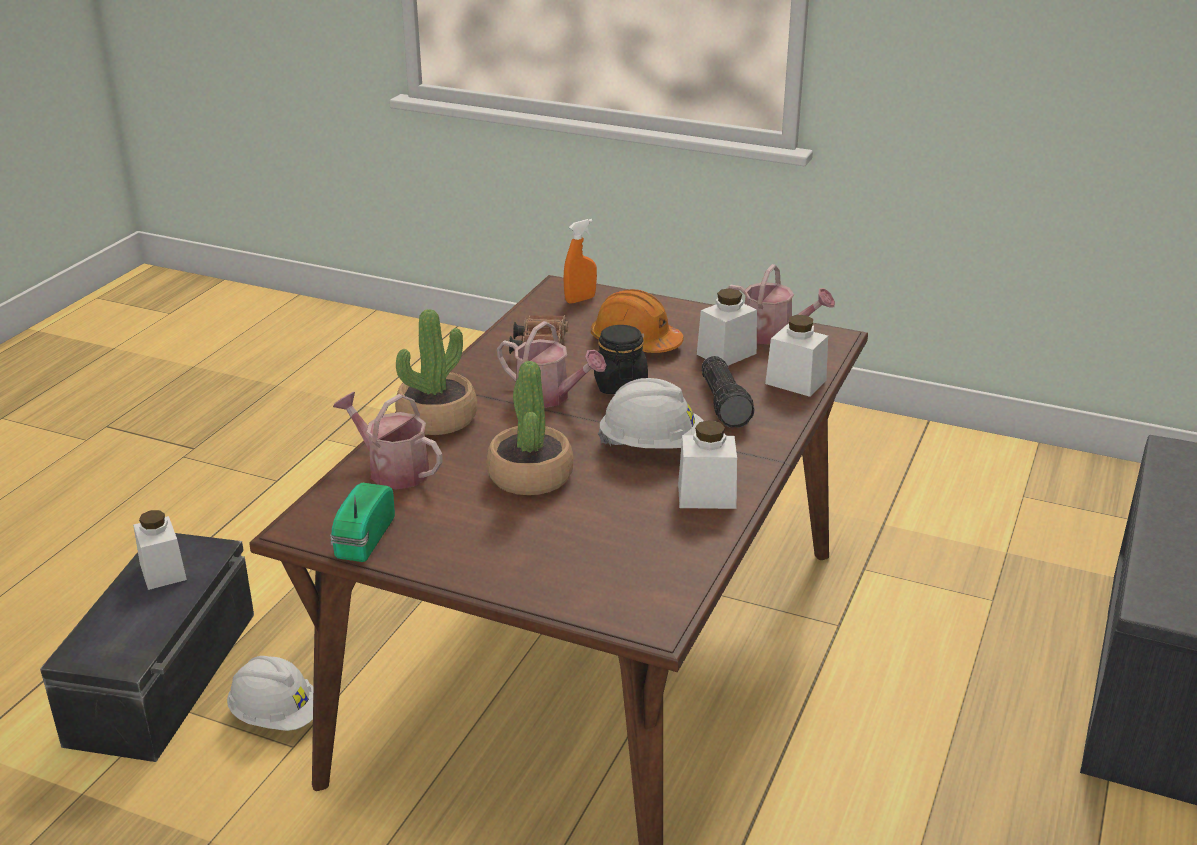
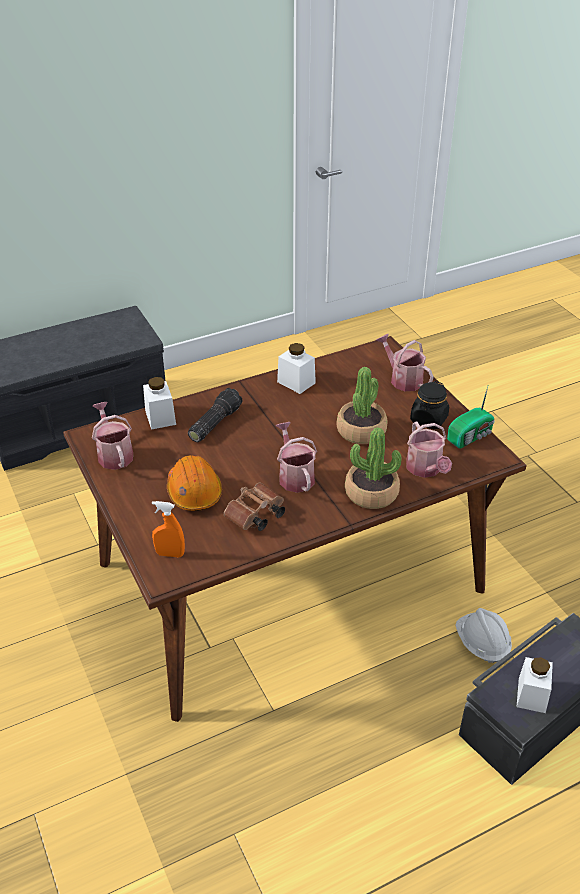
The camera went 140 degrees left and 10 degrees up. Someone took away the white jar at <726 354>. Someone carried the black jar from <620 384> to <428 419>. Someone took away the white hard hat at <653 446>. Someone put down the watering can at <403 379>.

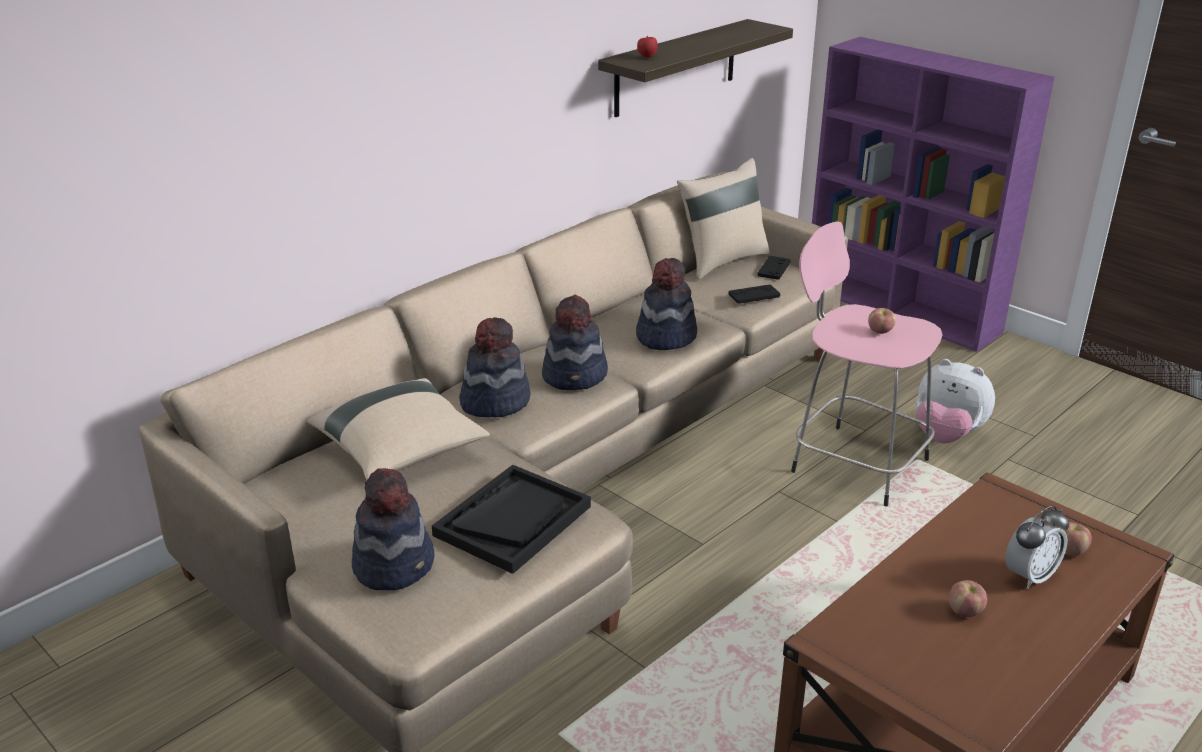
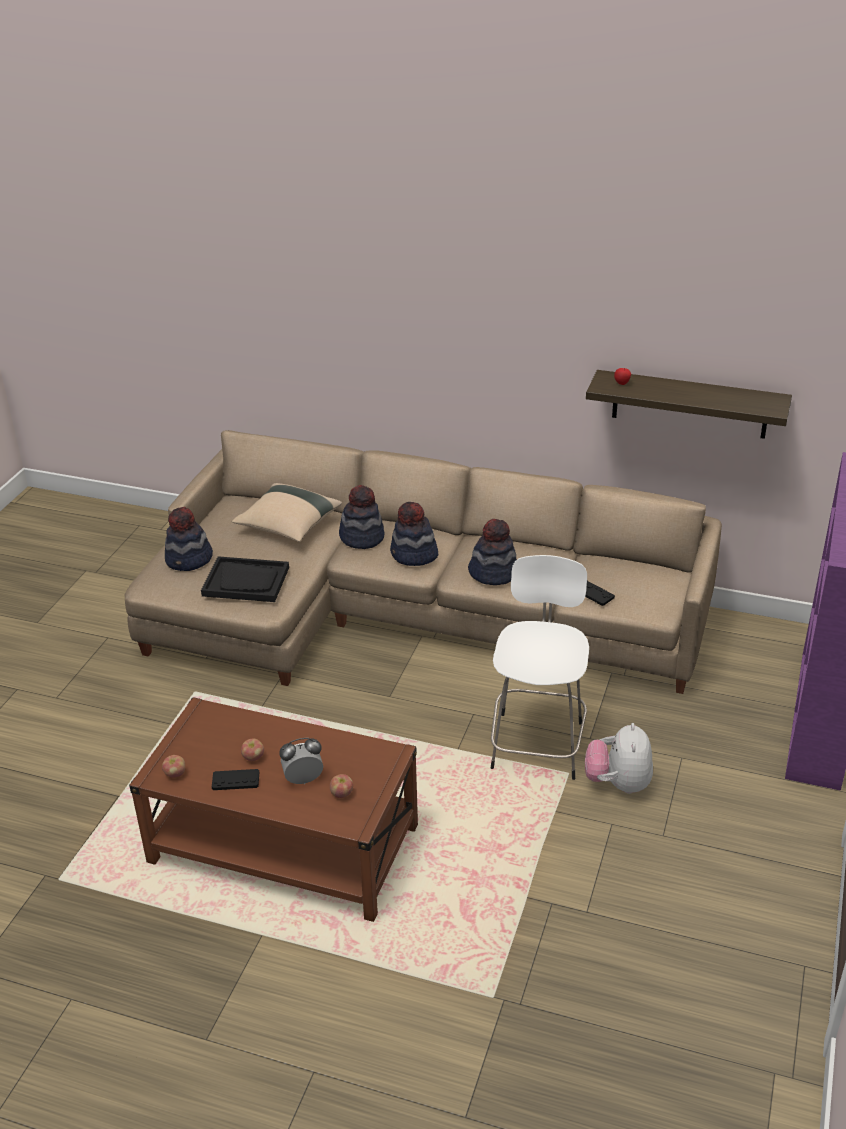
The camera went 65 degrees right and 5 degrees up. Someone took away the beige pillow at <721 260>. Someone repainted the pink stool at <855 463>, which became the white stool at <537 742>. Someone carried the black game controller from <774 269> to <235 780>. Someone carried the apple from <880 331> to <175 774>. Someone rotated the alarm clock at <1030 576> by 135 degrees clockwise.

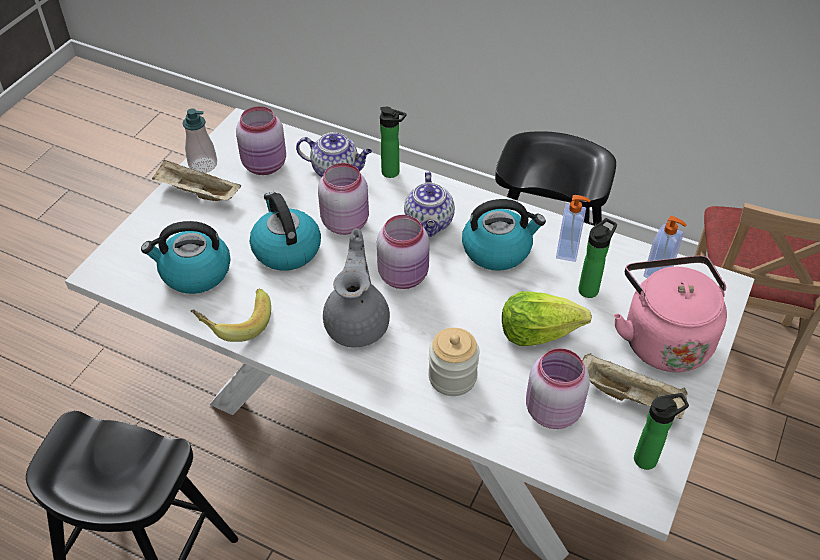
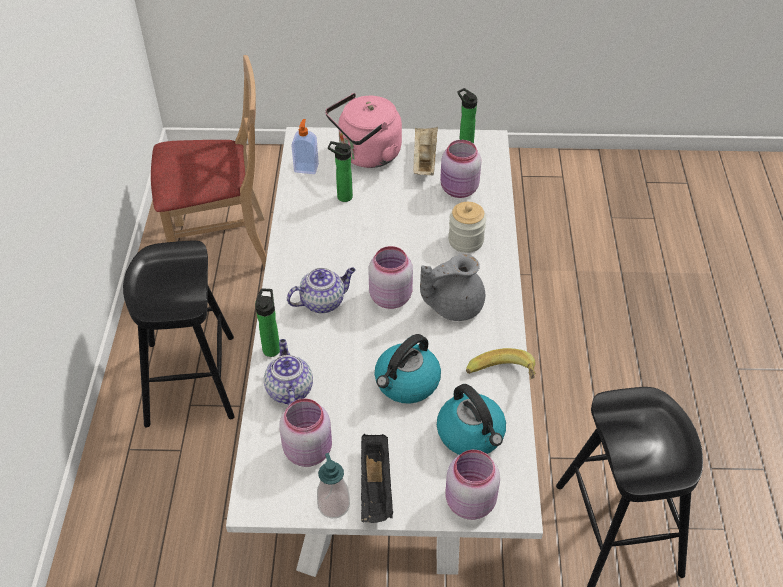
The camera went 115 degrees left and 0 degrees up. Someone repainted the beige tray at <197 193>, which became the black tray at <376 487>. Someone carried the pink jar from <346 222> to <468 502>. Someone took away the soap dispenser at <568 251>. Someone took away the kettle at <497 249>. Someone took away the lettuce at <538 331>.

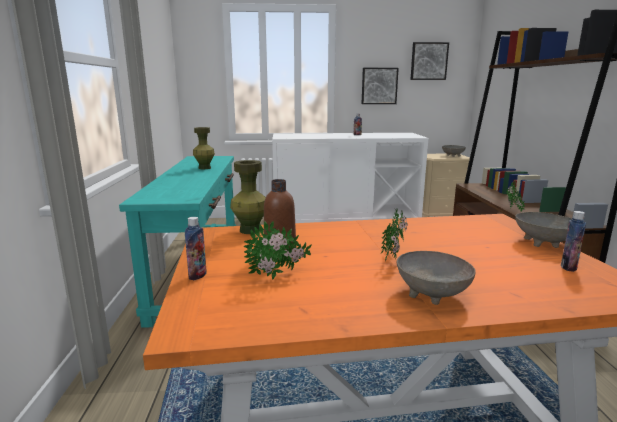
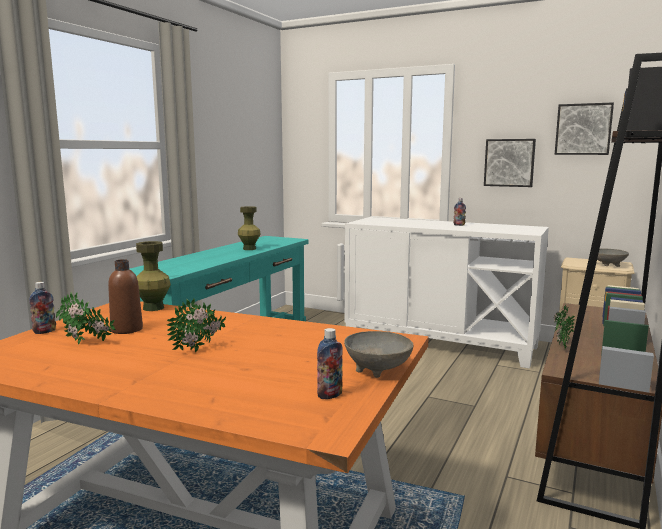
The camera went 30 degrees right and 5 degrees down. Someone took away the grey bowl at <432 295>.

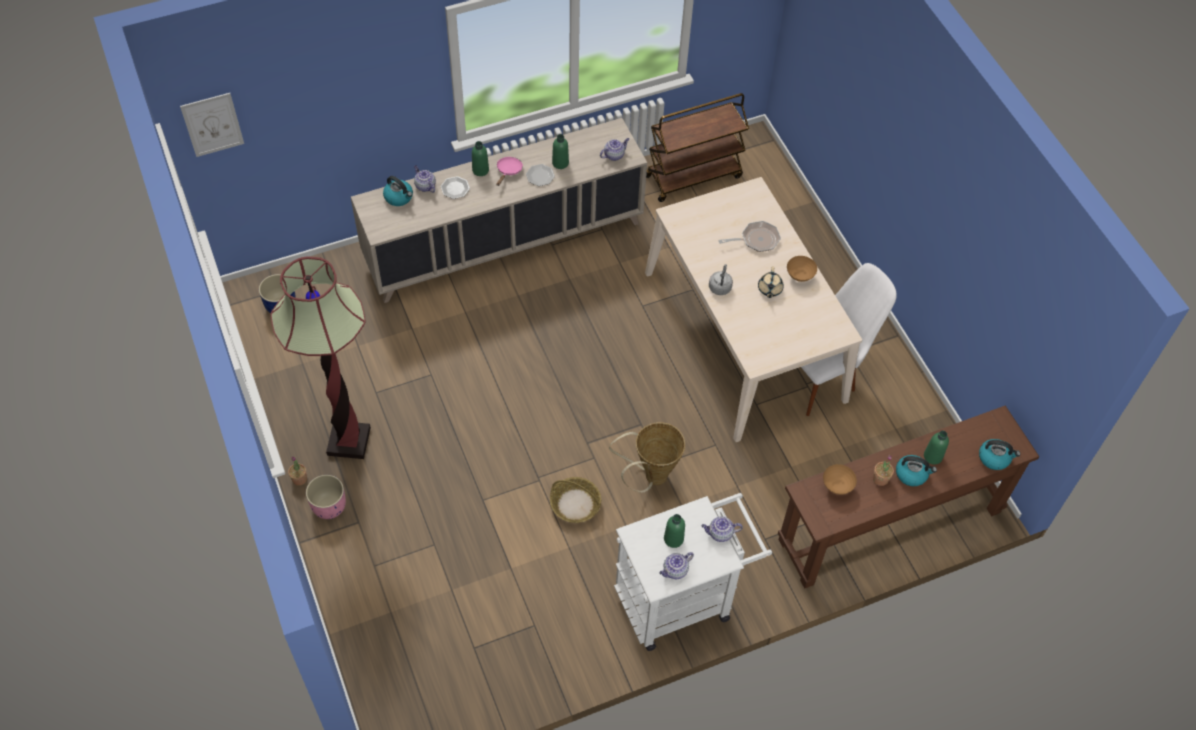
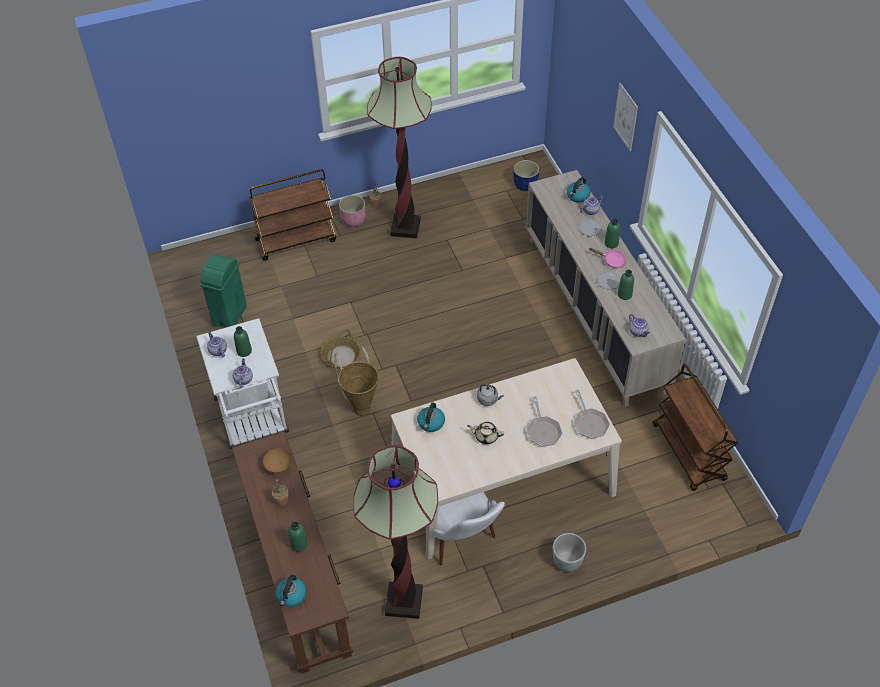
The camera went 95 degrees right and 5 degrees down. Someone carried the picture from <212 124> to <625 117>. Someone took away the brown bowl at <800 276>. Someone carried the kettle from <911 474> to <431 423>. Someone put down the brown cart at <296 240>. Someone put down the green trash can at <229 316>. Someone put down the frying pan at <589 423>. Someone put down the floor lamp at <404 601>. Someone put down the grey planter at <567 561>.

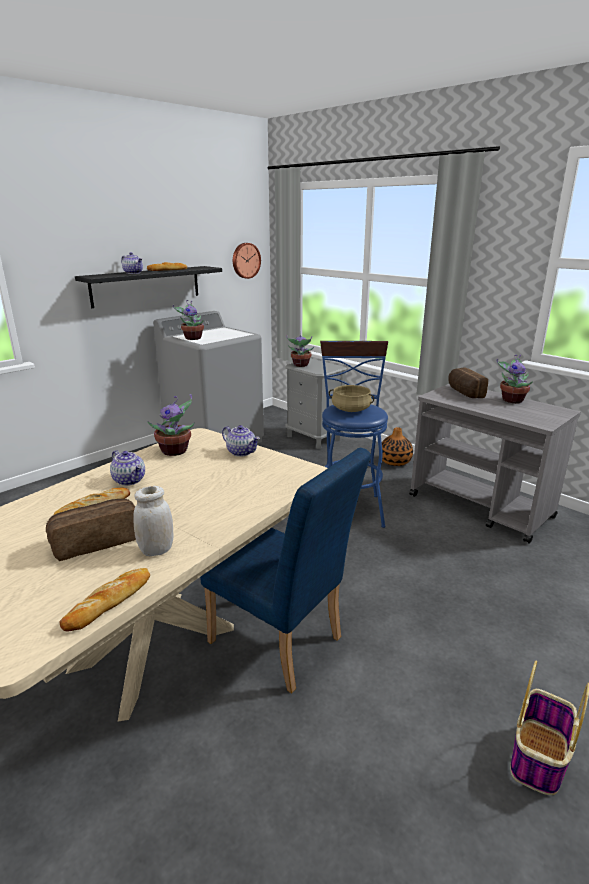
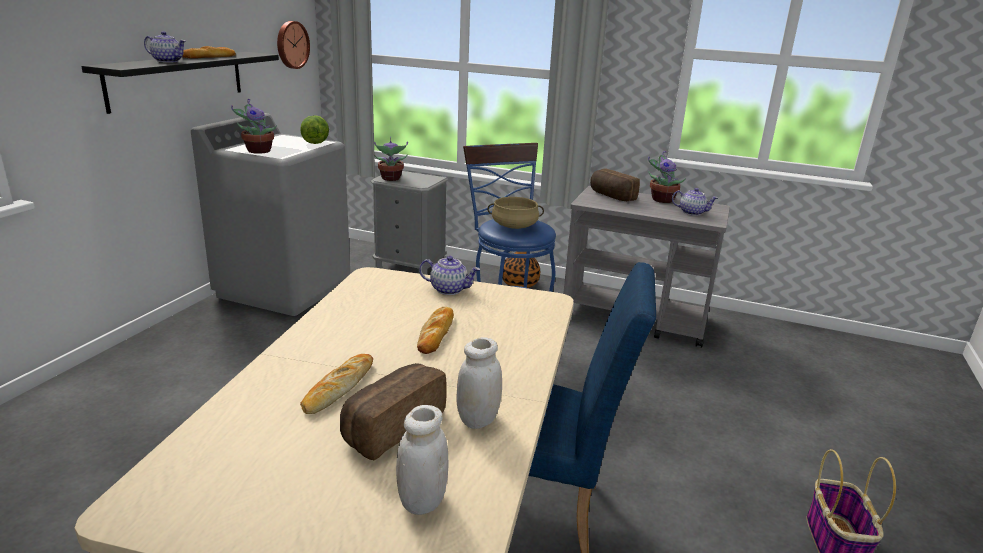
The camera went 25 degrees left and 0 degrees up. Someone took away the potted plant at <176 451>. Someone carried the teapot from <130 480> to <692 212>. Someone carried the bread from <109 602> to <436 333>. Someone put down the lettuce at <315 143>. Someone put down the white jar at <422 501>.

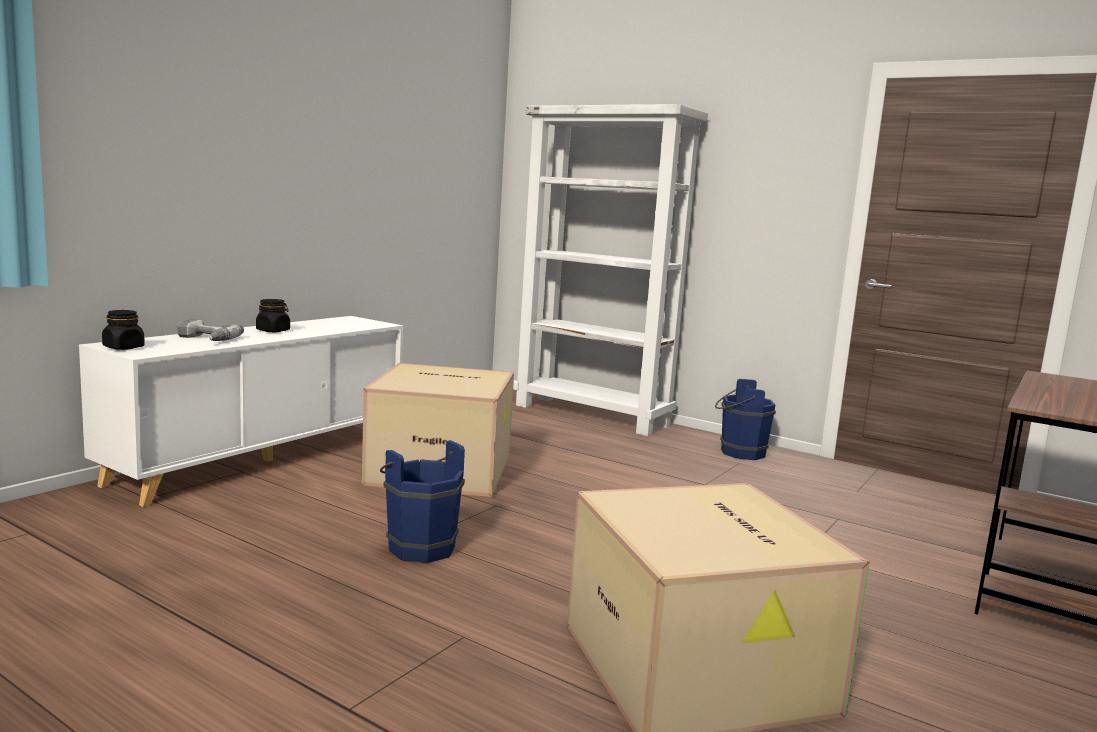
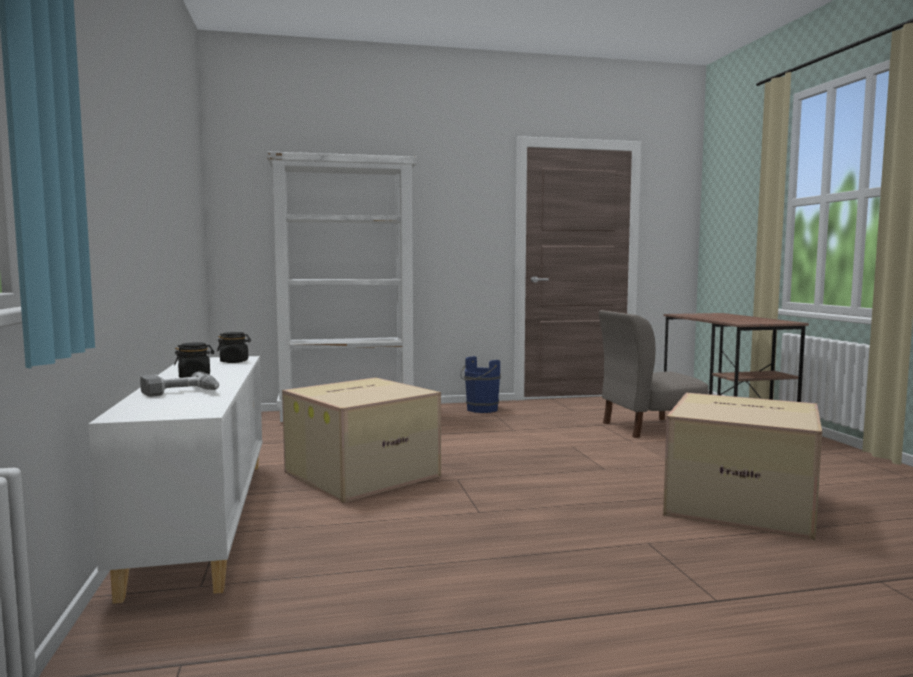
The camera went 45 degrees left and 5 degrees down. Someone carried the black jar from <124 347> to <234 361>. Someone took away the blue bucket at <419 546>. Someone put down the grey chair at <648 427>.

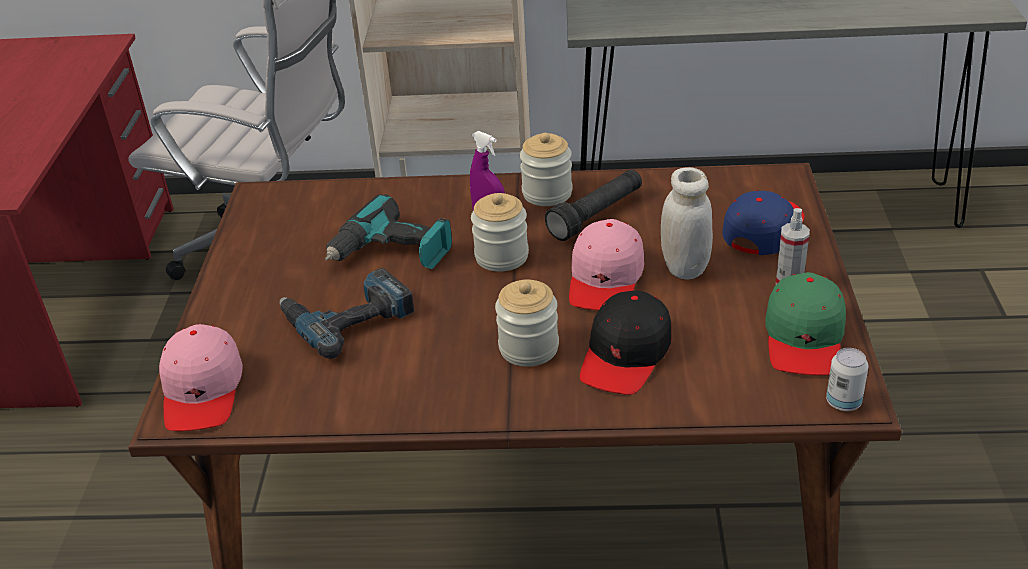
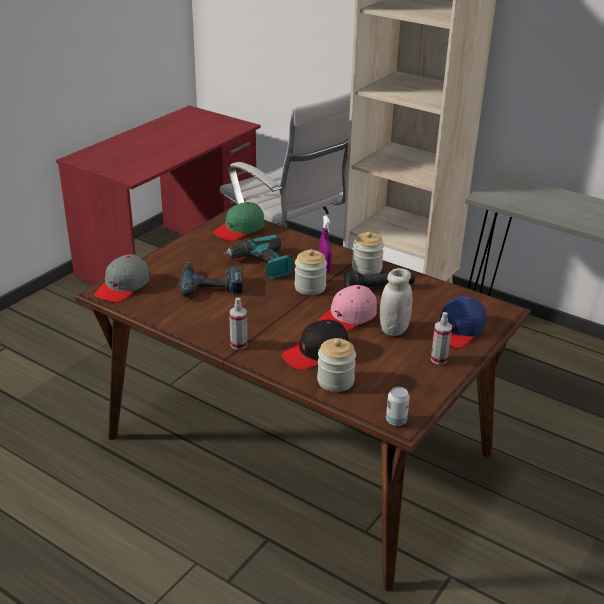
The camera went 30 degrees right and 5 degrees down. Someone rotated the blue cap at <763 230> by 150 degrees clockwise. Someone carried the green cap from <804 337> to <239 229>. Someone carried the jar from <528 348> to <335 381>. Someone repainted the pink cap at <203 390>, which became the grey cap at <123 287>. Someone put down the spray bottle at <238 344>.

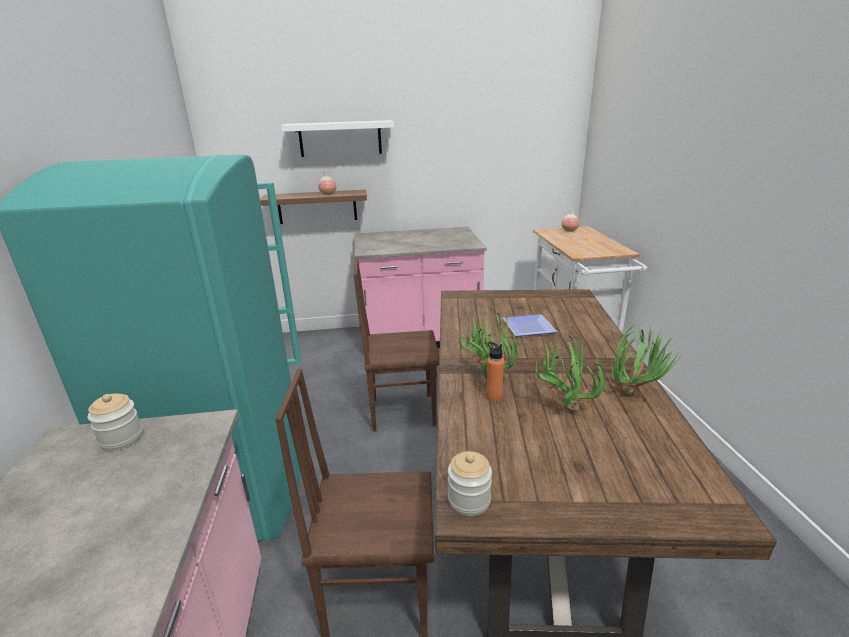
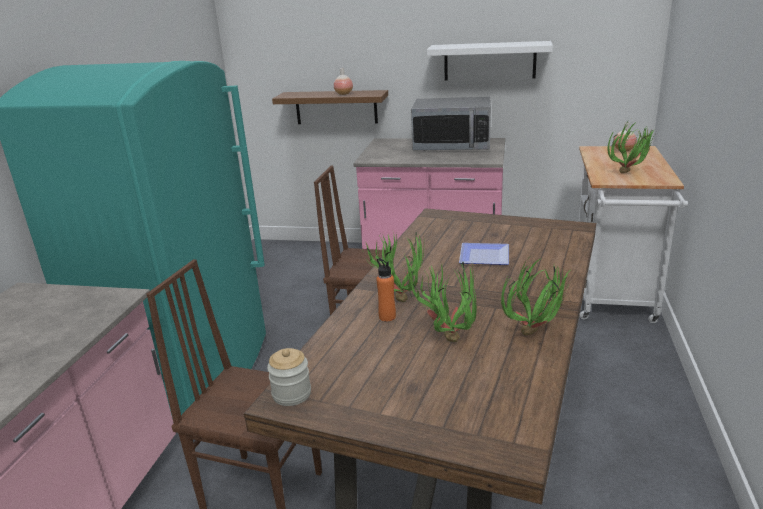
The camera went 20 degrees right and 0 degrees up. Someone carried the white shelf from <340 138> to <489 61>. Someone took away the jar at <121 439>. Someone put down the microwave at <452 146>. Someone put down the potted plant at <630 173>.

